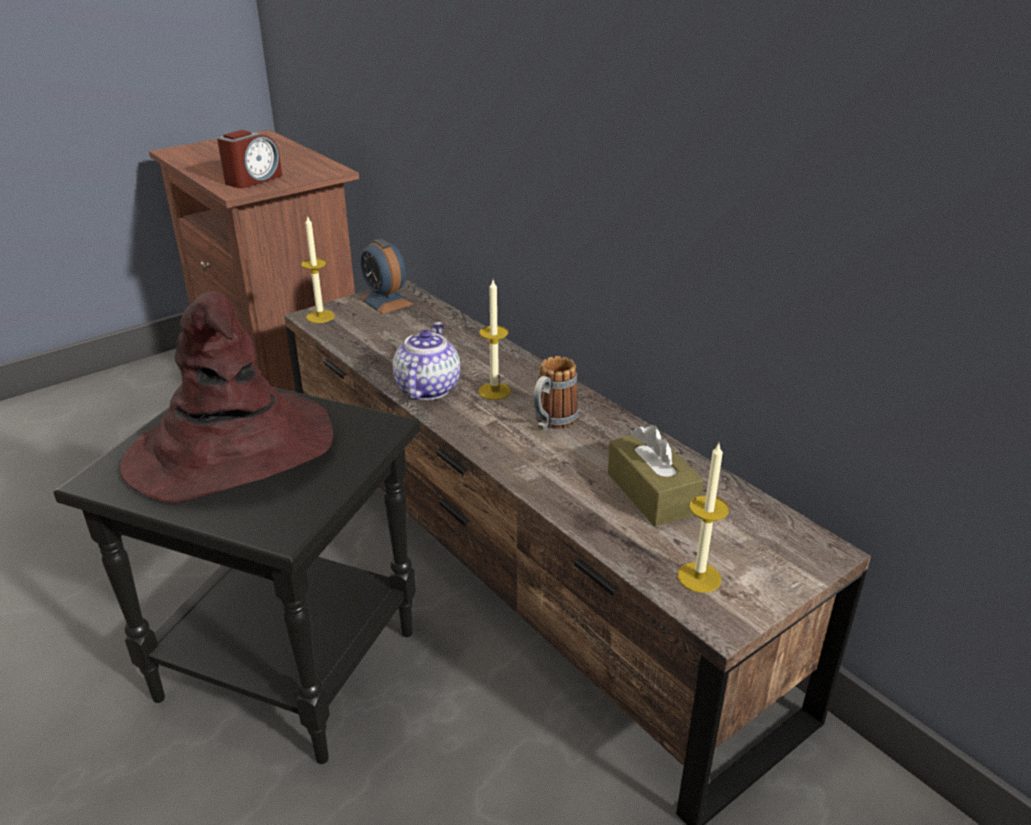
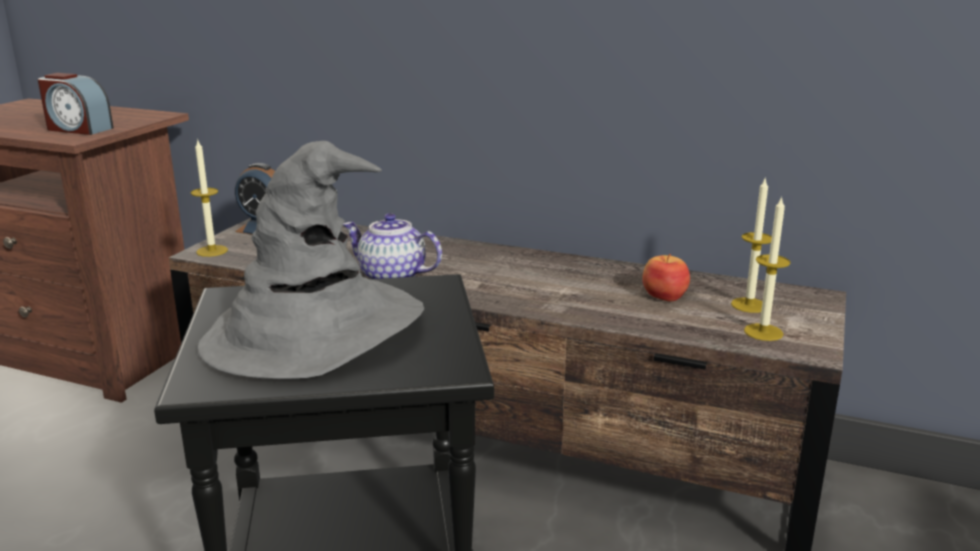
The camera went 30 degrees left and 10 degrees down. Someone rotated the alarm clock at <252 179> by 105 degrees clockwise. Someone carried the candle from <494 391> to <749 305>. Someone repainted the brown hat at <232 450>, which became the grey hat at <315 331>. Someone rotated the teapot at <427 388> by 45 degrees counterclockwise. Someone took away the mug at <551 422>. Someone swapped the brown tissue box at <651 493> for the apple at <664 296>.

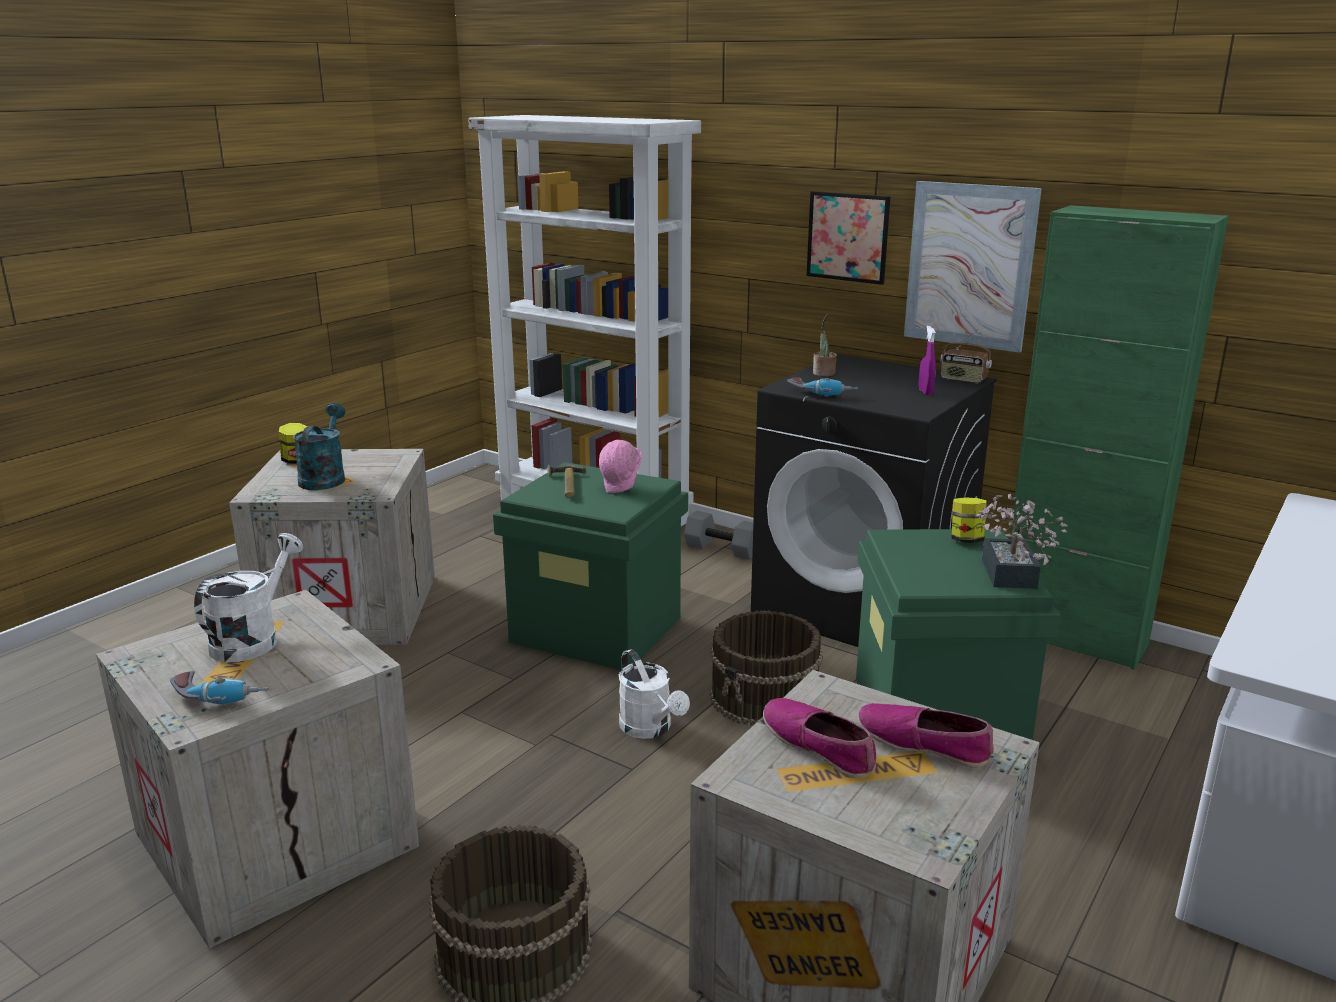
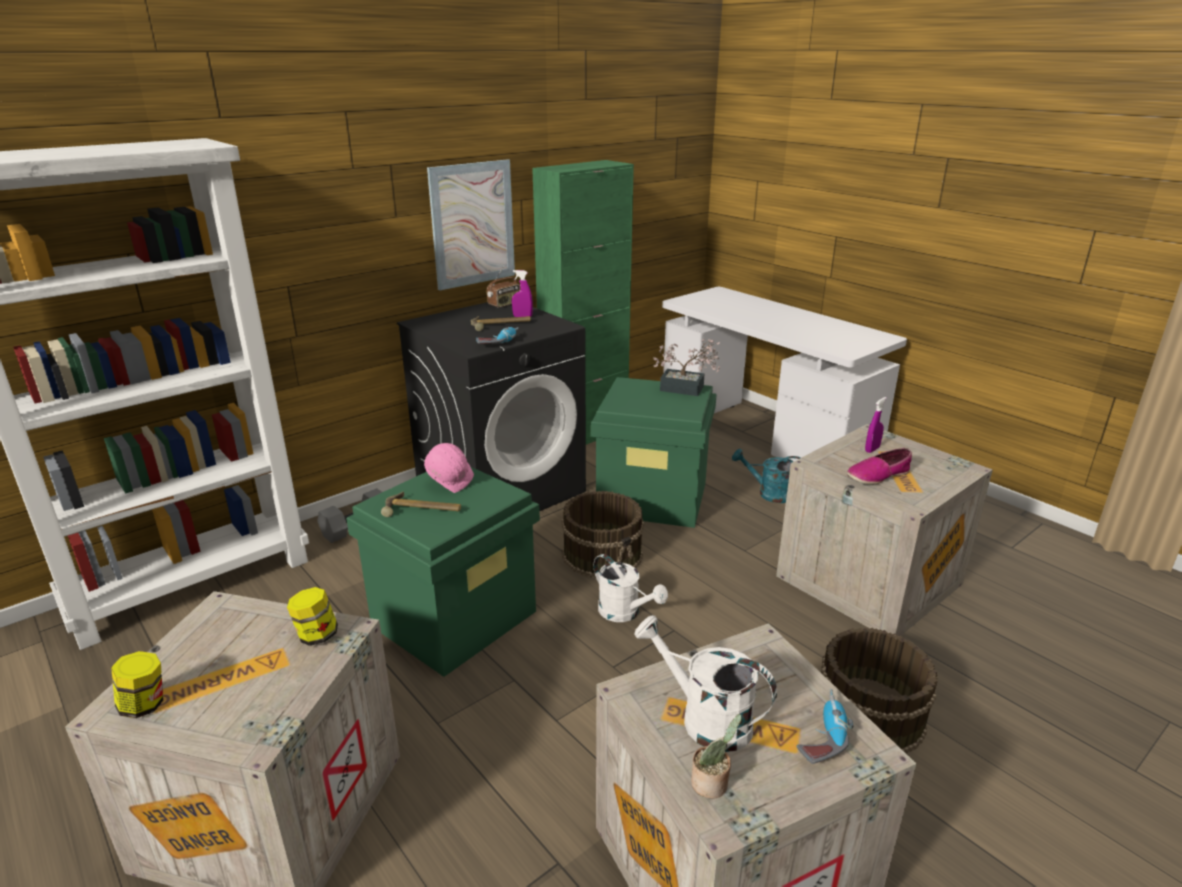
The camera went 75 degrees left and 5 degrees up. Someone took away the picture at <847 237>. Someone carried the potted plant from <823 374> to <712 784>. Someone carried the turquoise watering can from <324 478> to <769 494>. Someone carried the jar from <966 540> to <316 635>. Someone rotated the white watering can at <650 729> by 60 degrees clockwise. Someone swapped the shoe at <923 744> for the purple spray bottle at <872 449>. Someone put down the hammer at <501 325>.

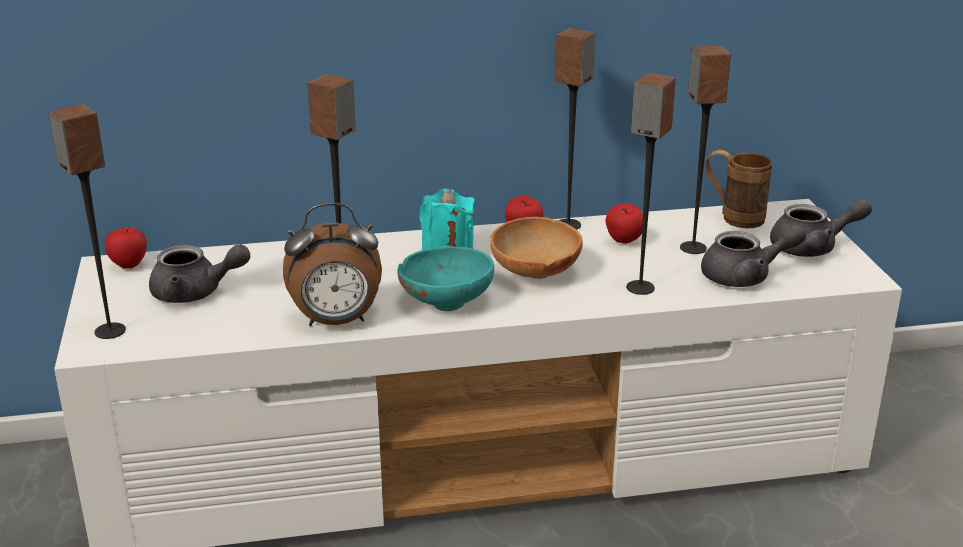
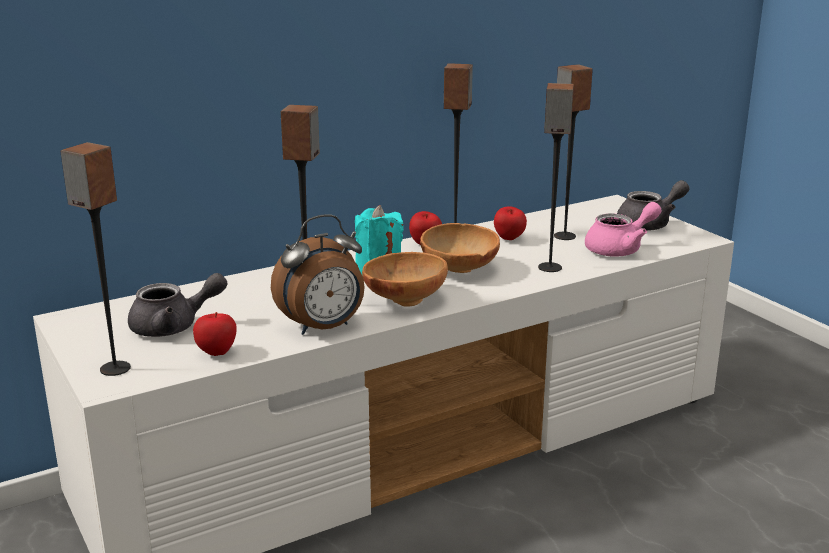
The camera went 20 degrees left and 5 degrees down. Someone took away the brown mug at <733 217>. Someone repainted the grey teapot at <746 276>, which became the pink teapot at <620 249>. Someone carried the apple from <129 266> to <217 353>. Someone repainted the turquoise bowl at <446 301>, which became the brown bowl at <404 299>.

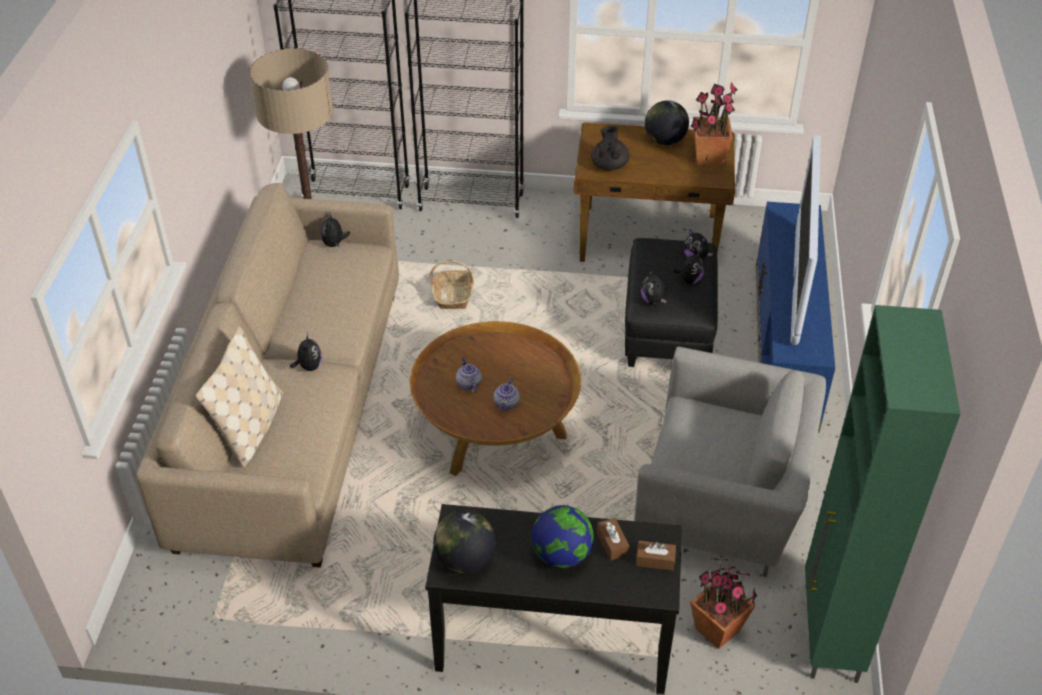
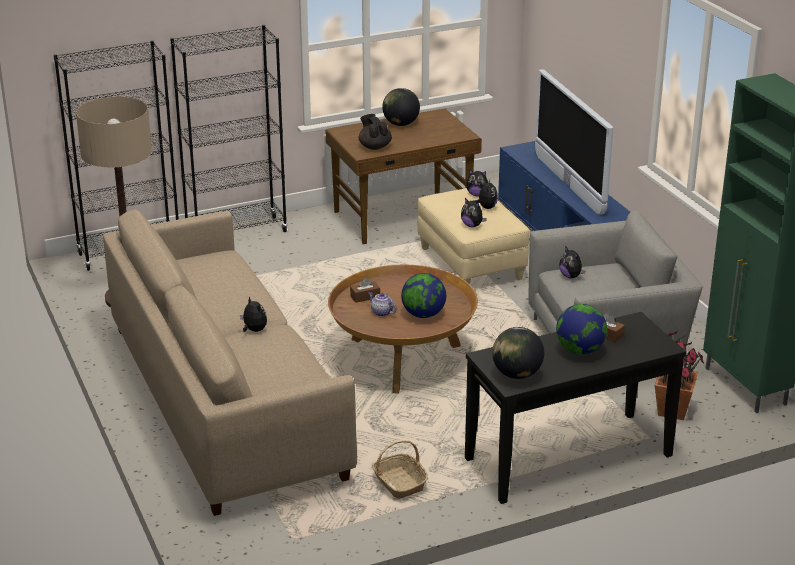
The camera went 30 degrees left and 15 degrees down. Someone took away the potted plant at <708 158>. Someone carried the plush toy from <334 244> to <571 276>. Someone repainted the black ottoman at <668 331>, which became the beige ottoman at <472 264>. Someone carried the basket from <453 295> to <399 483>. Someone took away the beige pillow at <251 428>. Someone swapped the teapot at <506 404> for the globe at <423 314>. Someone carried the brown tissue box from <655 560> to <365 297>.

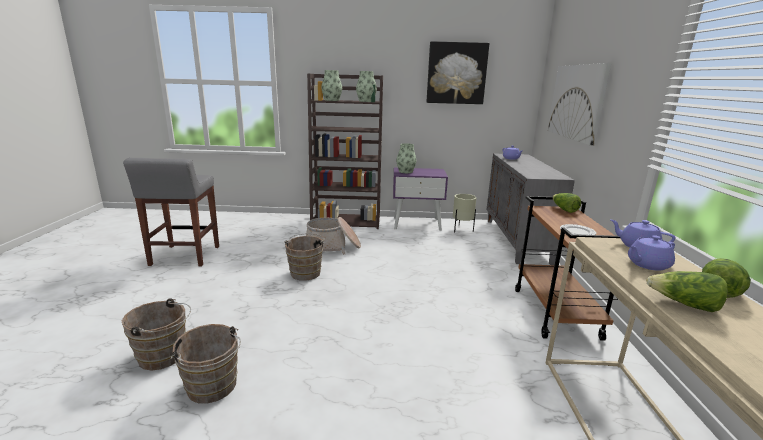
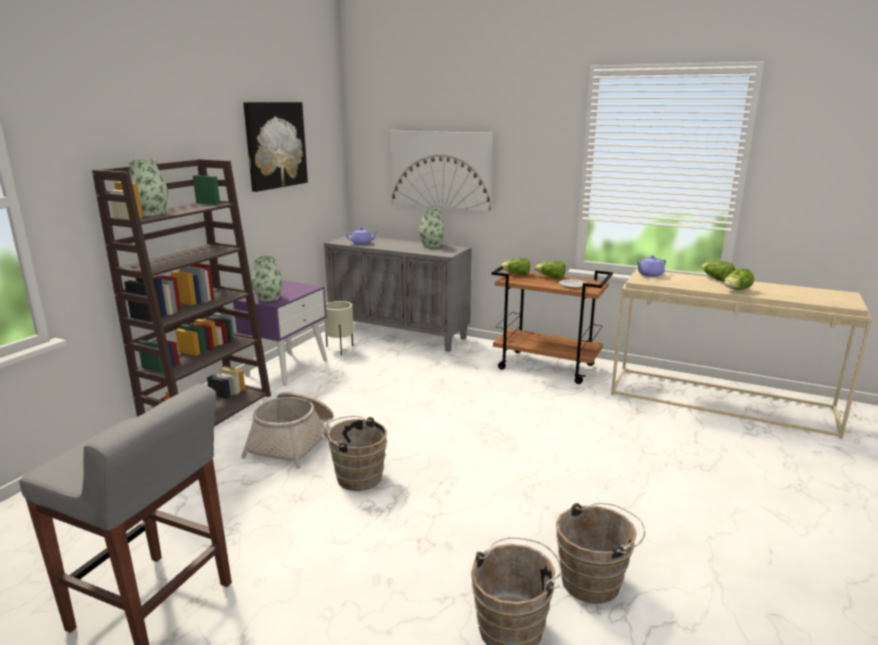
The camera went 65 degrees left and 0 degrees up. Someone carried the vase from <366 101> to <432 245>. Someone took away the purple teapot at <647 265>. Someone put down the lettuce at <551 277>.

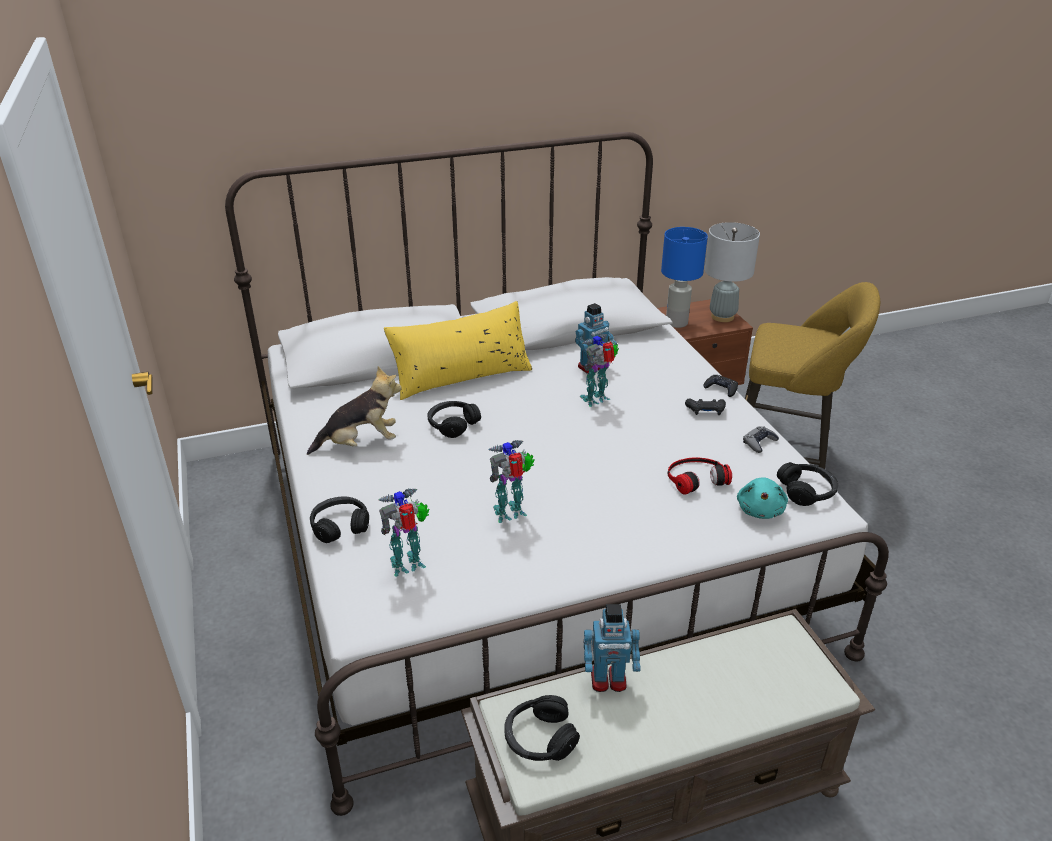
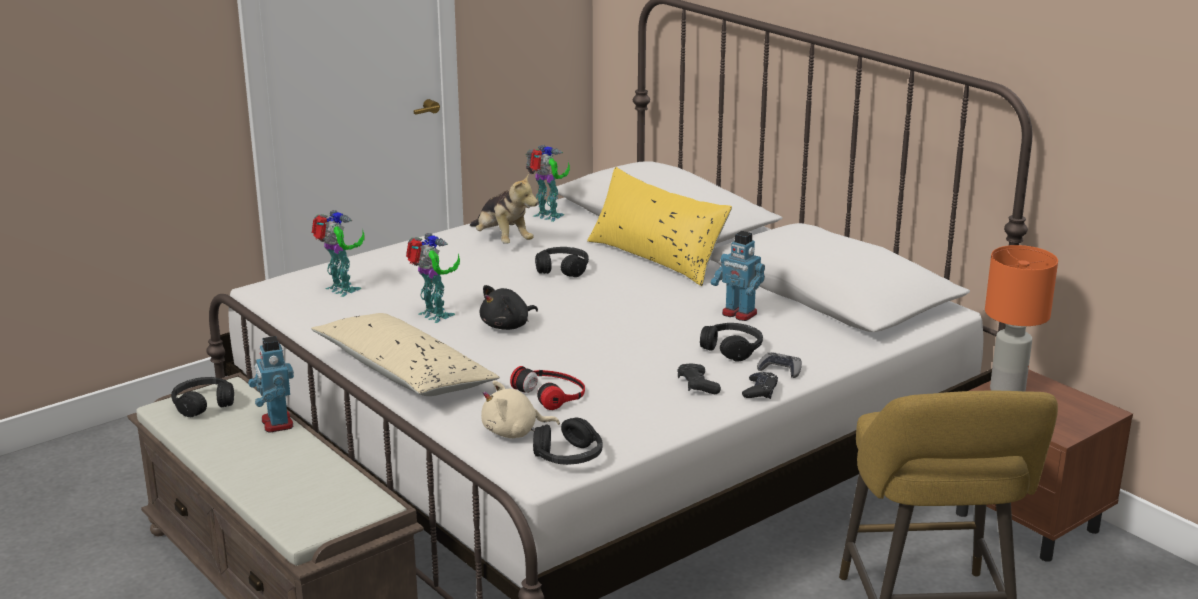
The camera went 70 degrees right and 10 degrees down. Someone took away the grey table lamp at <722 316>. Someone repainted the blue table lamp at <676 323>, which became the orange table lamp at <1006 390>. Someone carried the toy robot from <597 399> to <548 217>. Someone carried the grey game controller from <759 442> to <780 369>. Someone repainted the turquoise plush toy at <760 510>, which became the beige plush toy at <514 432>. Someone carried the black headphones from <340 526> to <732 349>. Someone put down the black plush toy at <507 326>. Someone put down the beige pillow at <404 373>.

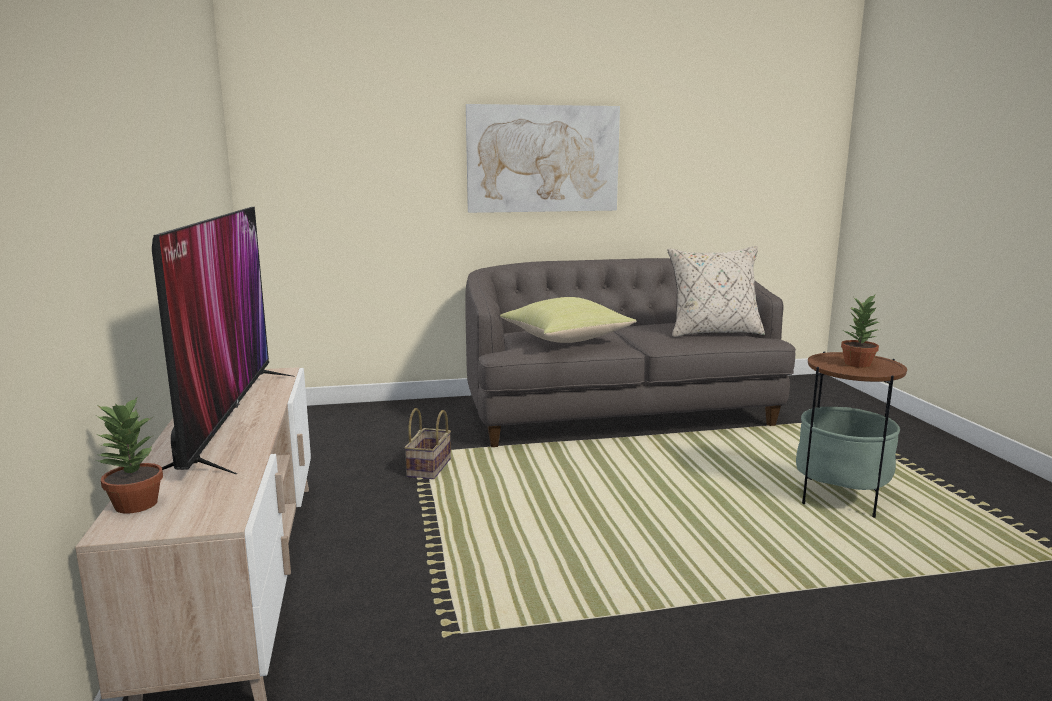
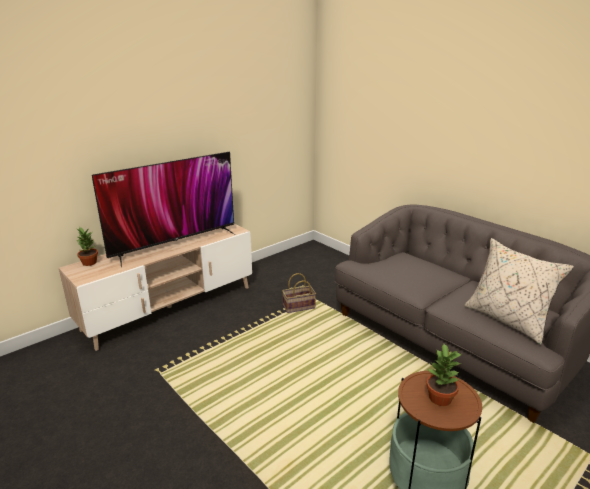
The camera went 60 degrees right and 10 degrees up. Someone took away the picture at <543 159>. Someone took away the yellow pillow at <566 339>.

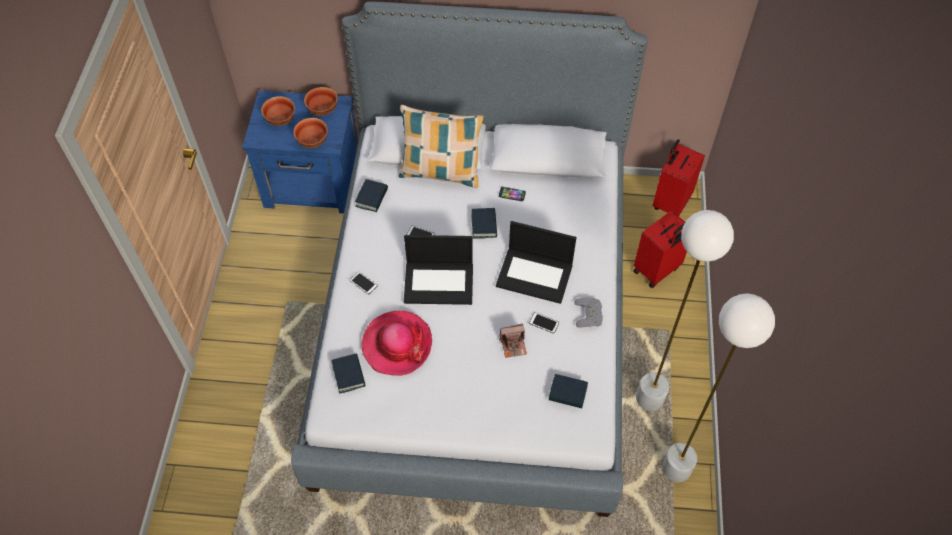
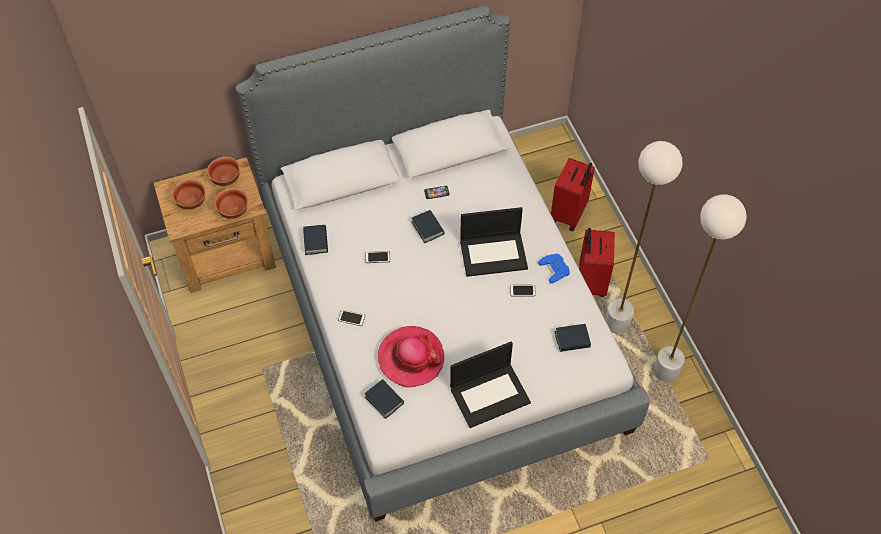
The camera went 25 degrees left and 0 degrees up. Someone repainted the blue nightstand at <314 184>, which became the brown nightstand at <227 253>. Someone took away the pillow at <441 172>. Someone carried the red suitcase from <670 202> to <590 282>. Someone carried the laptop from <439 282> to <490 394>. Someone repainted the grey game controller at <590 314>, which became the blue game controller at <556 269>. Someone took away the photo camera at <513 345>.

